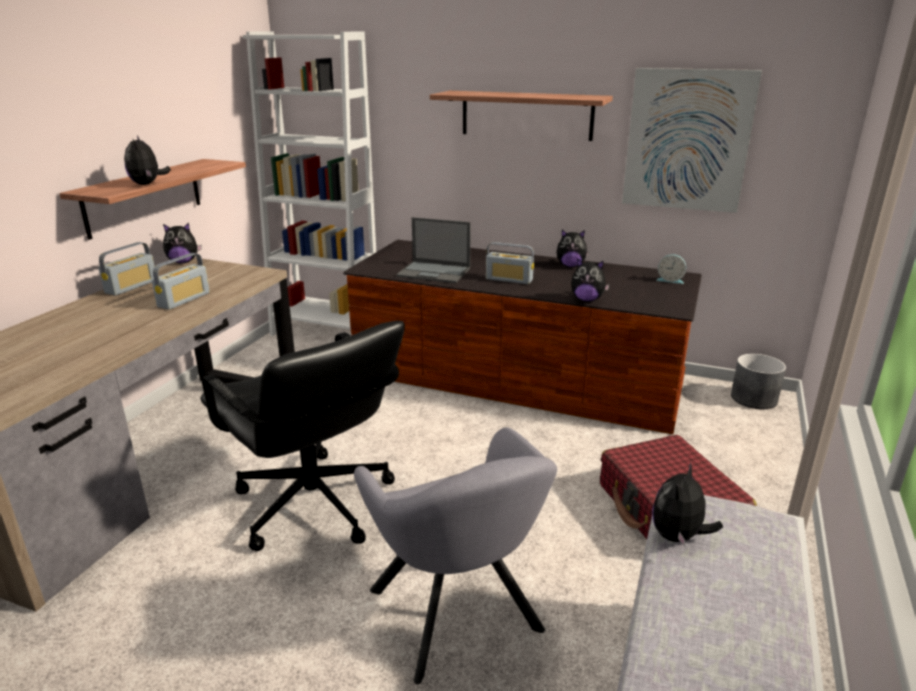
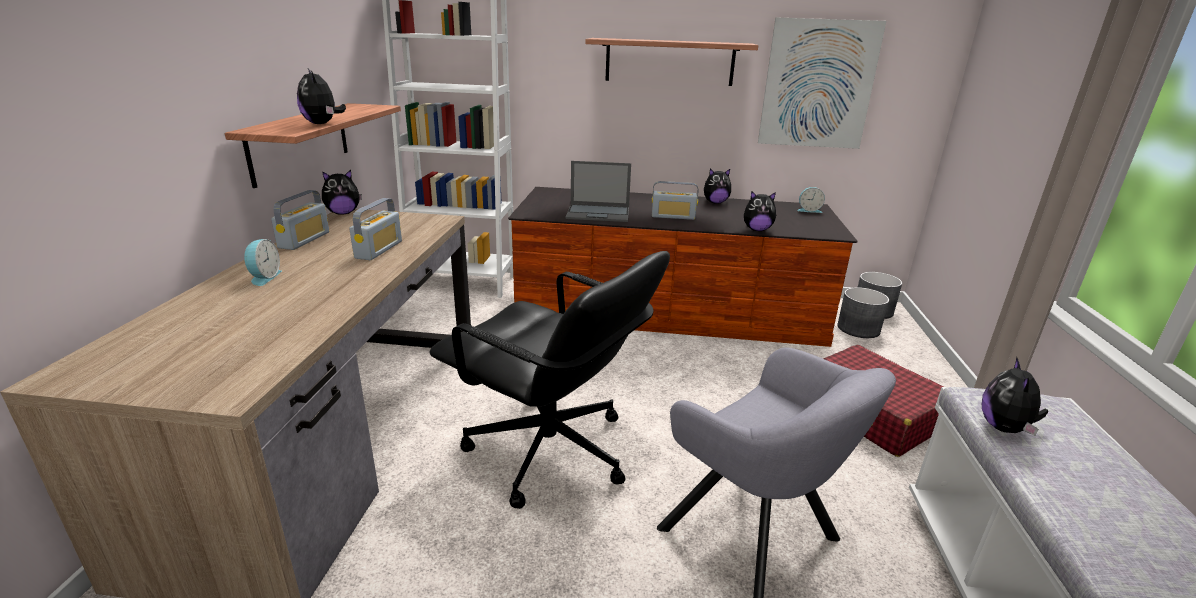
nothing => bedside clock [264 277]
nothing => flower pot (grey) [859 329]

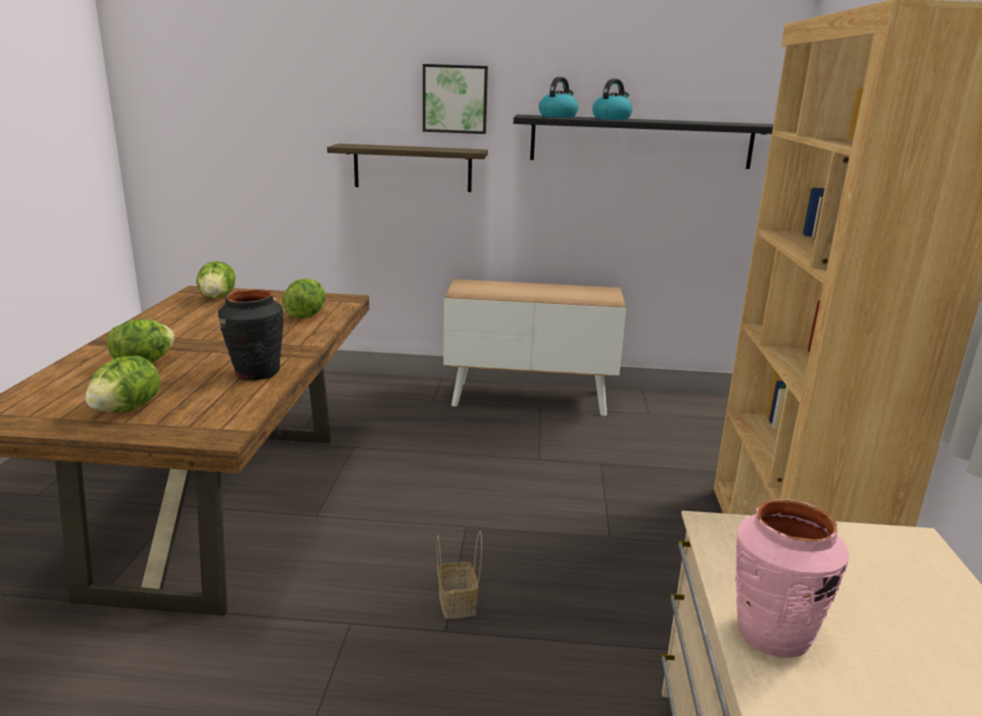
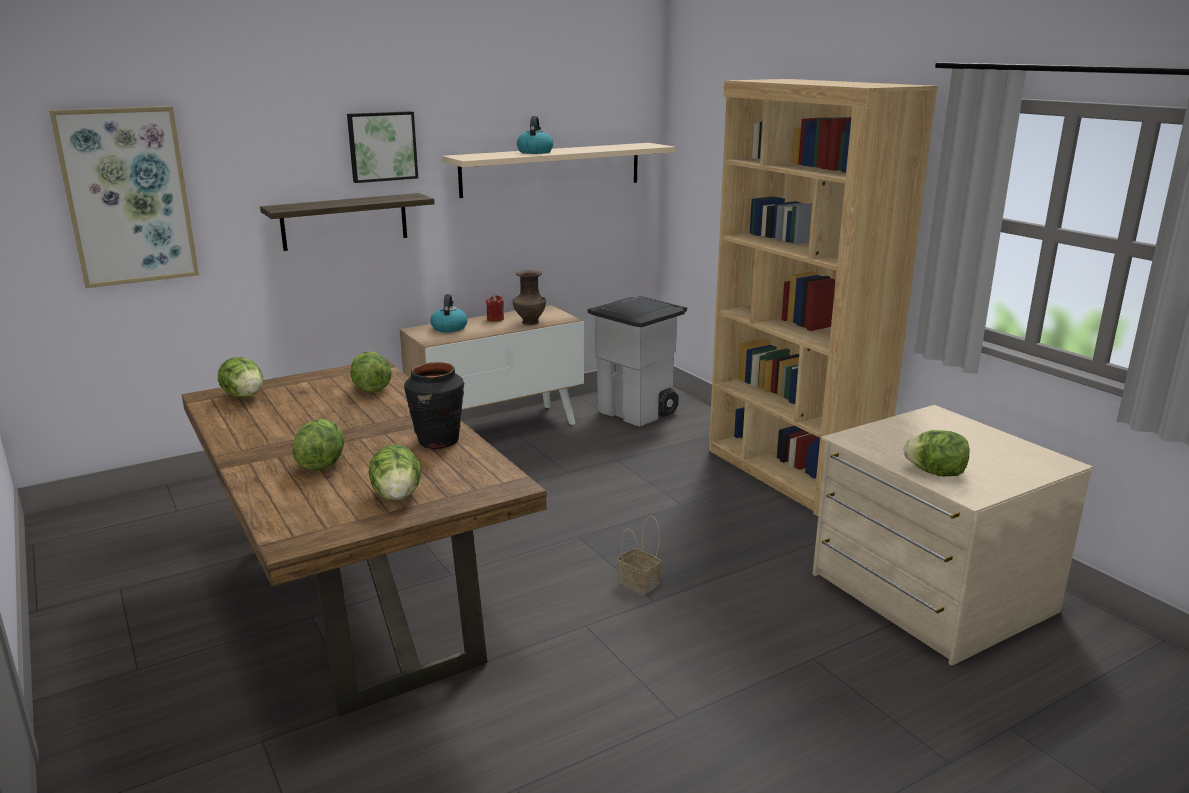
water kettle [558 116] => water kettle [449 328], move
bracket shelf (blackish) [641 142] => bracket shelf (beige-coloured) [552 169]
vase (pink-coloured) [772 633] => lettuce head [935 473]
nothing => picture [128 197]
nothing => vase (brownish) [529 322]
nothing => candle (red) [495 319]
nothing => trash can (grey) [637 412]

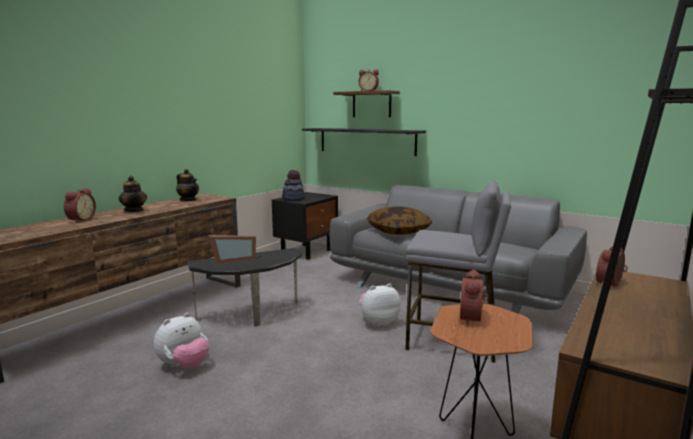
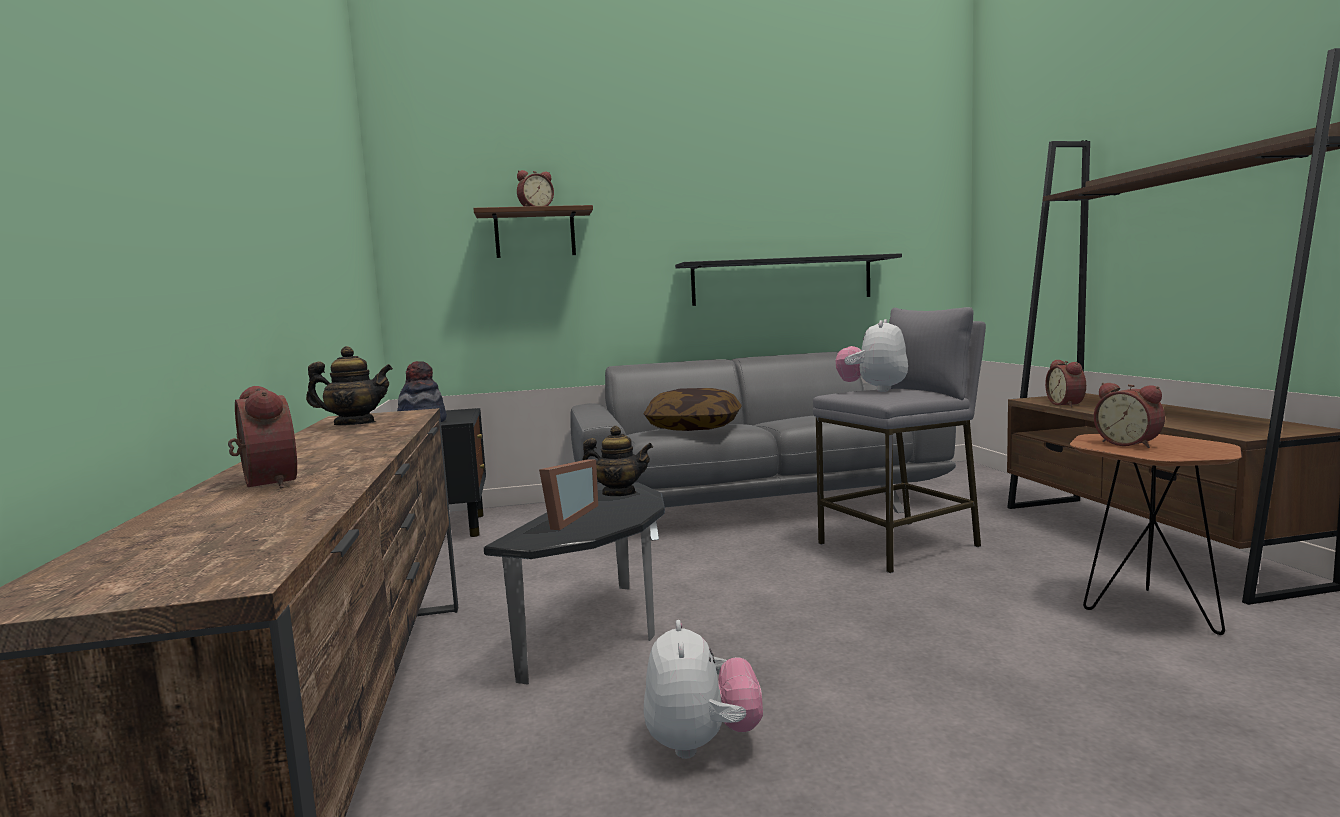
bracket shelf (blackish) [366 141] => bracket shelf (blackish) [782 280], move
tea pot [134 210] => tea pot [619 493], move
soft toy [378 322] => soft toy [873 390], move

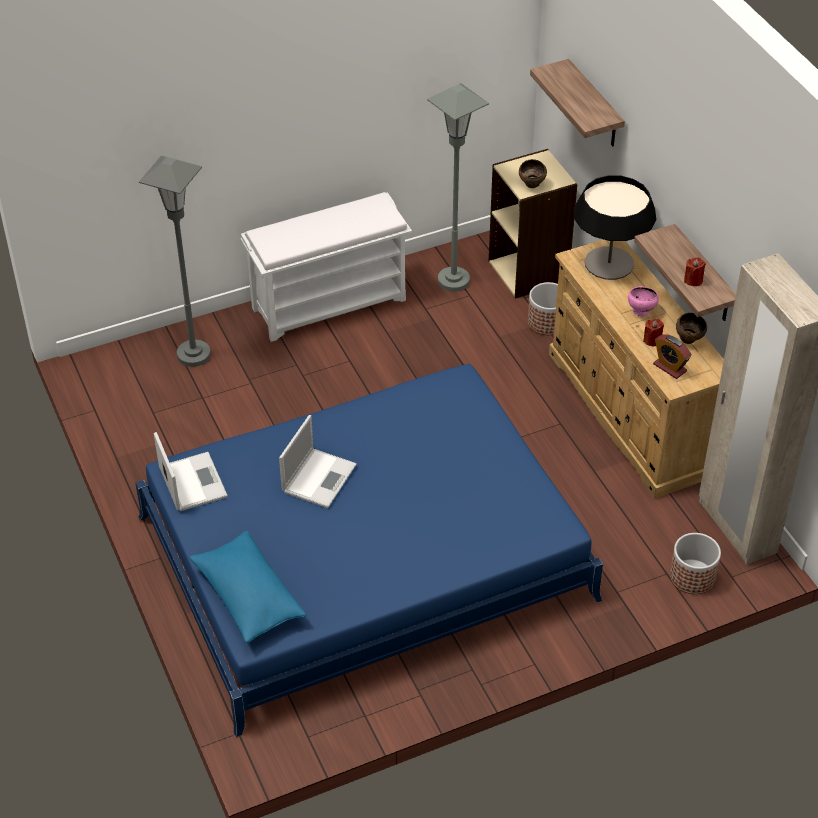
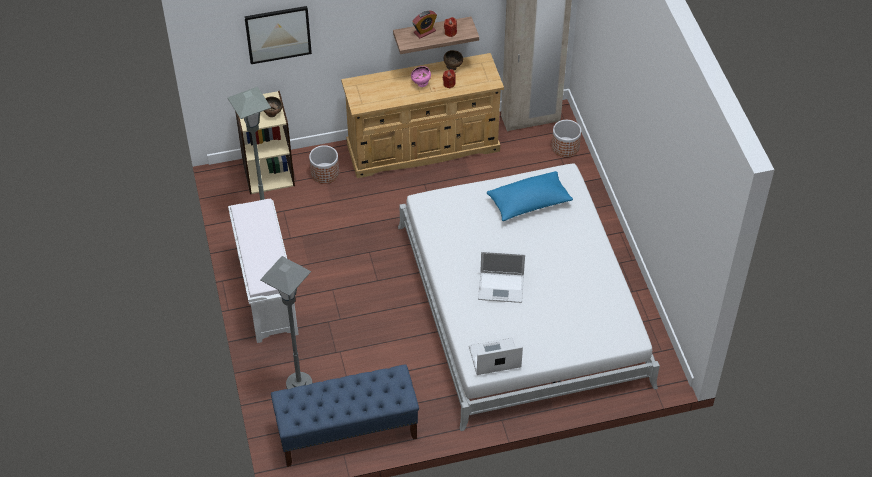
bracket shelf [594 105] => picture [278 34]
lamp for a table [609 263] => nothing
bedside clock [669 367] => bedside clock [424 32], move
sleeping bed (blue) [365 558] => sleeping bed (white) [522 304]
notebook computer [319 477] => notebook computer [502 287], 150 degrees clockwise
pillow (blue) [248 597] => pillow (blue) [529 203], move
nothing => indoor bench (blue) [346 432]

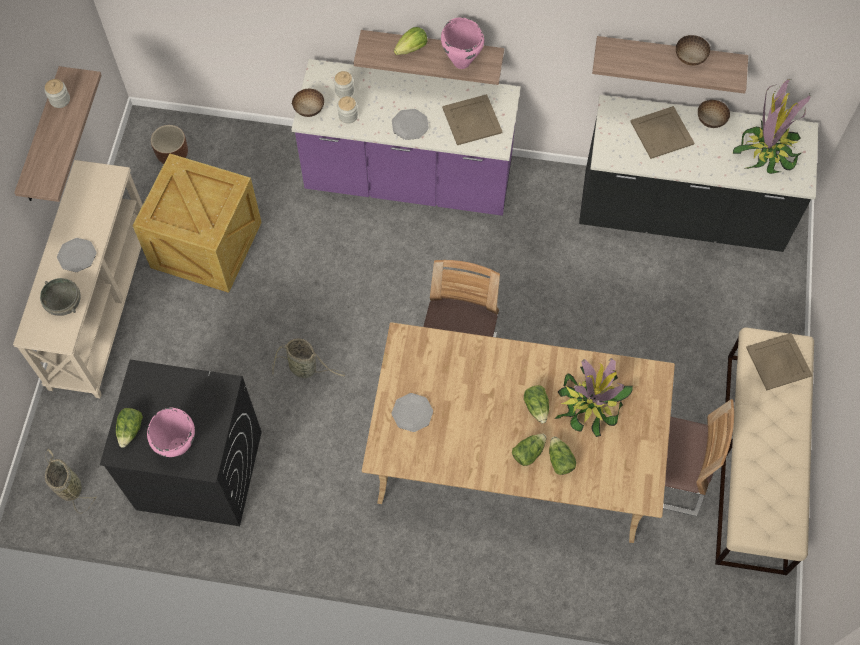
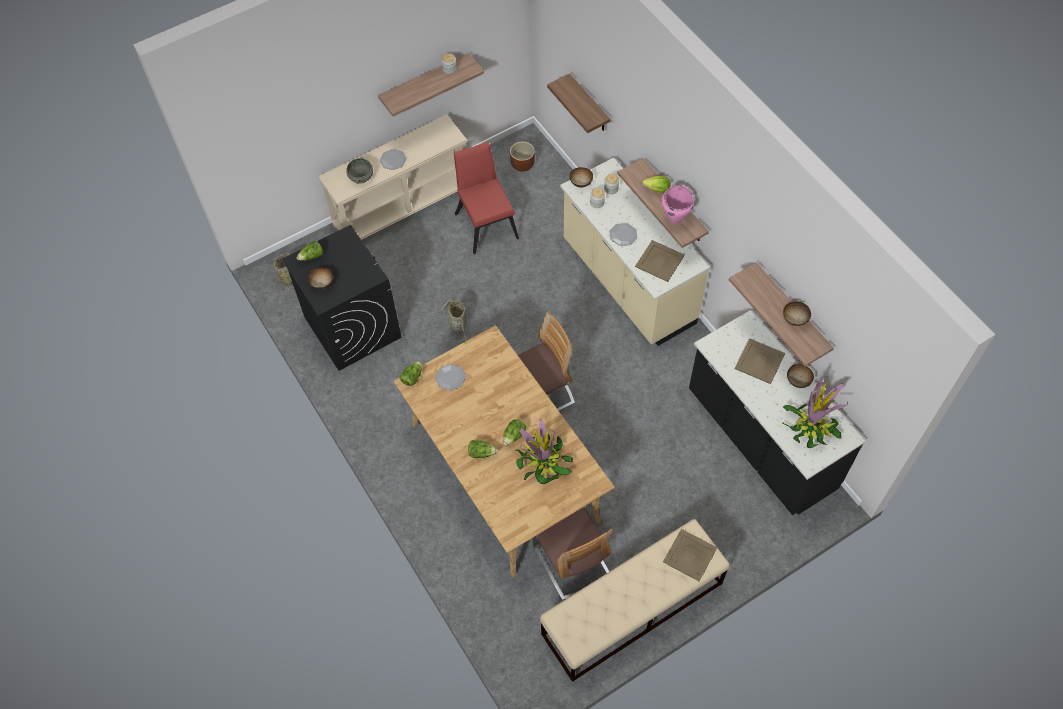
kitchen base unit (purplish) [409 180] => kitchen base unit (beige-coloured) [627 283]
crate [205 243] => upright chair (red) [486 222]
saucepot (pink-coloured) [179 446] => bowl [322 283]
lettuce head [559 460] => lettuce head [412 377], move
nothing => bracket shelf [589 104]

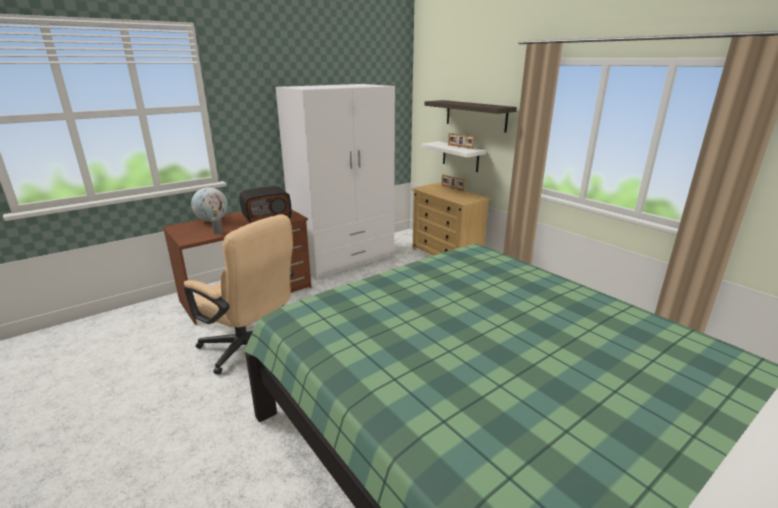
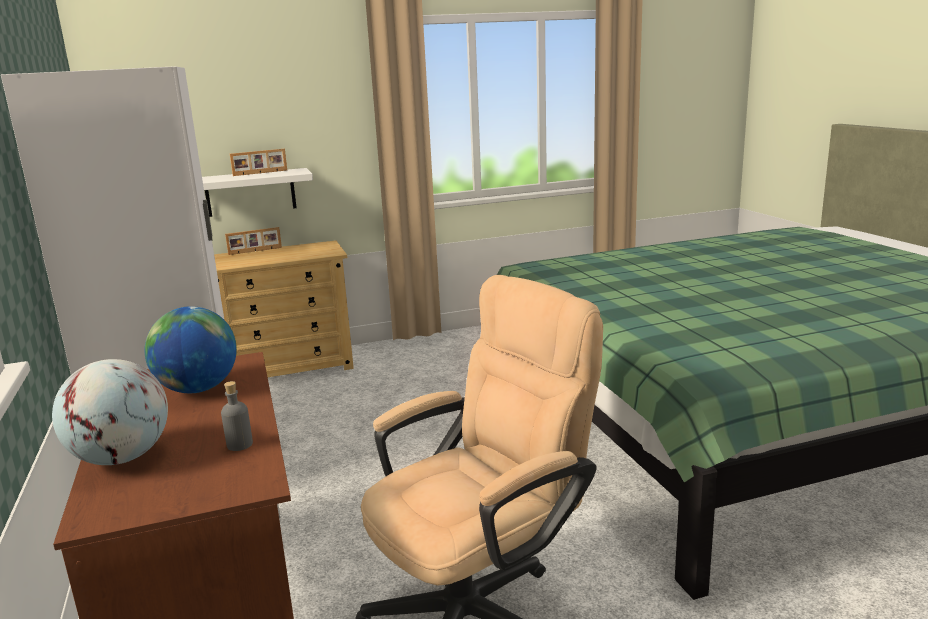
bracket shelf [475 115] => nothing
radio [267 217] => world globe [198 389]

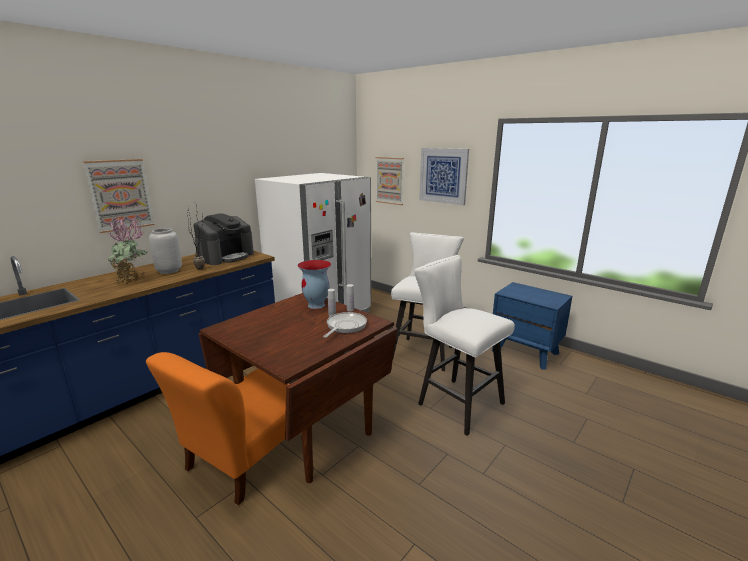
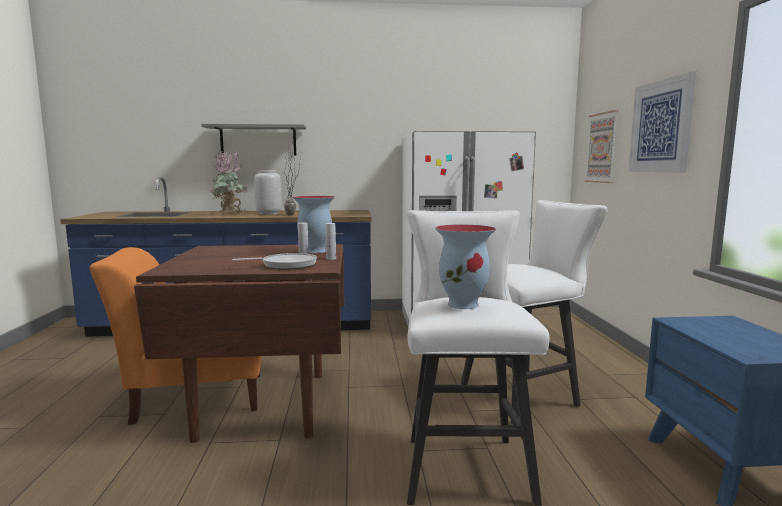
picture [120 195] => bracket shelf (grey) [258 140]
coffee brewer [226 256] => nothing
nothing => vase [464 304]

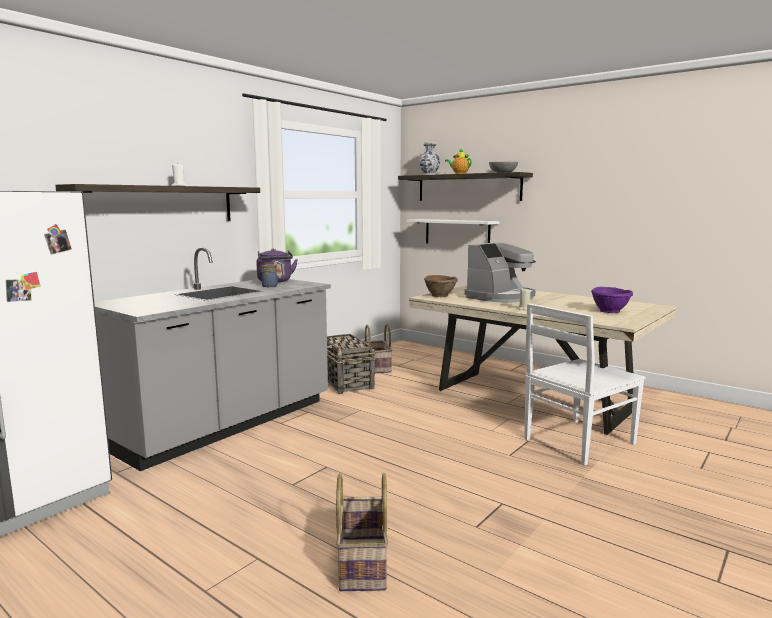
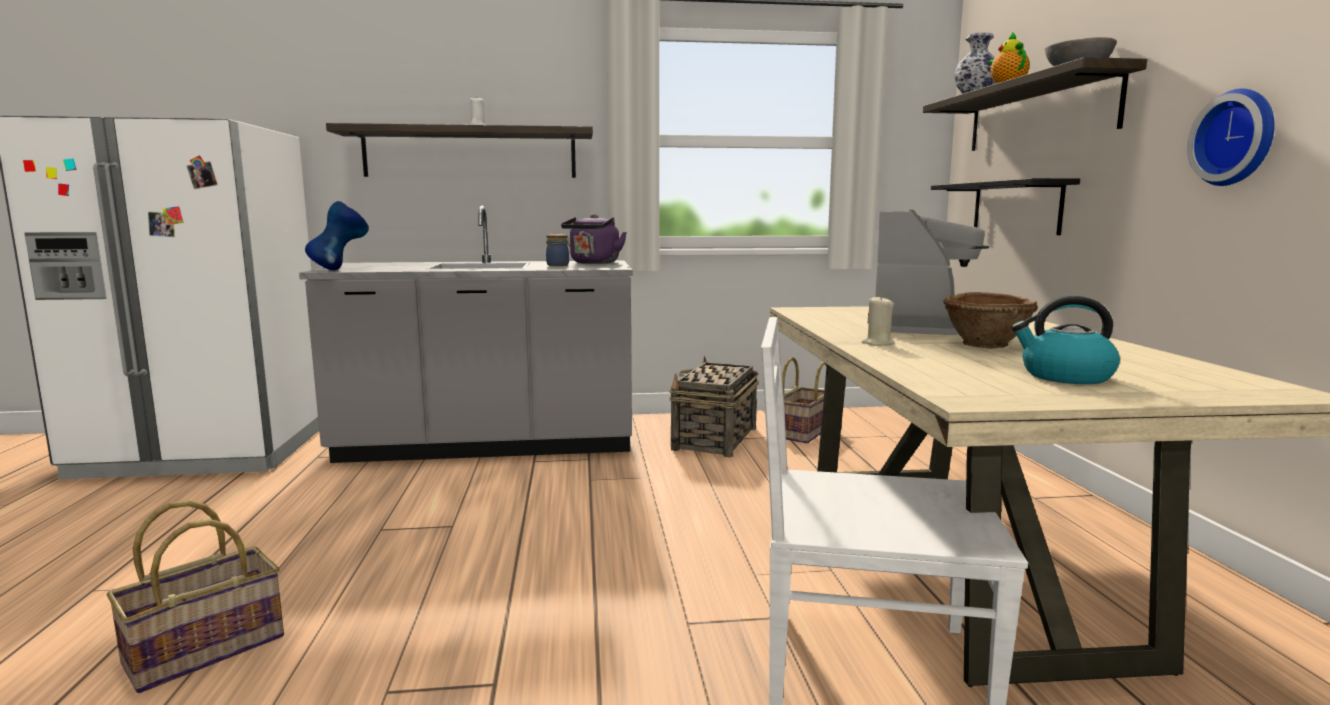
bracket shelf (white) [457 232] => bracket shelf (blackish) [1016 207]
coffee brewer [501 297] => coffee brewer [926 325], 75 degrees counterclockwise
bowl (brownish) [440 296] => bowl (brownish) [986 345], move
bowl (purplish) [610 311] => water kettle [1065 376]
nothing => wall clock [1237 138]
nothing => vase (blue) [340 269]

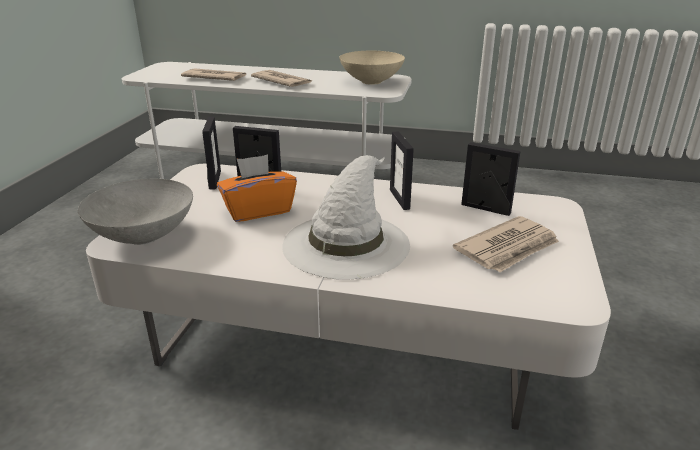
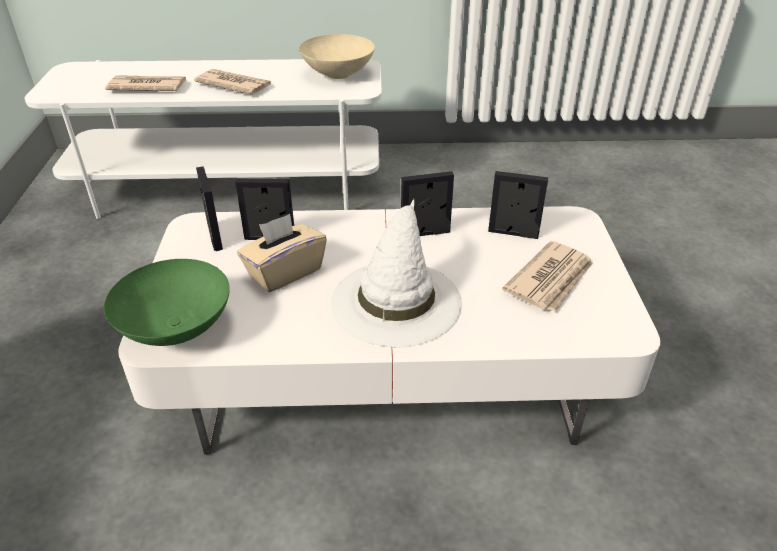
standing frame [400 199] => standing frame [425 233], 105 degrees clockwise
box of tissues (orange) [258 210] => box of tissues (beige-coloured) [284 272]
bowl (grey) [142 236] => bowl (green-coloured) [174 328]

